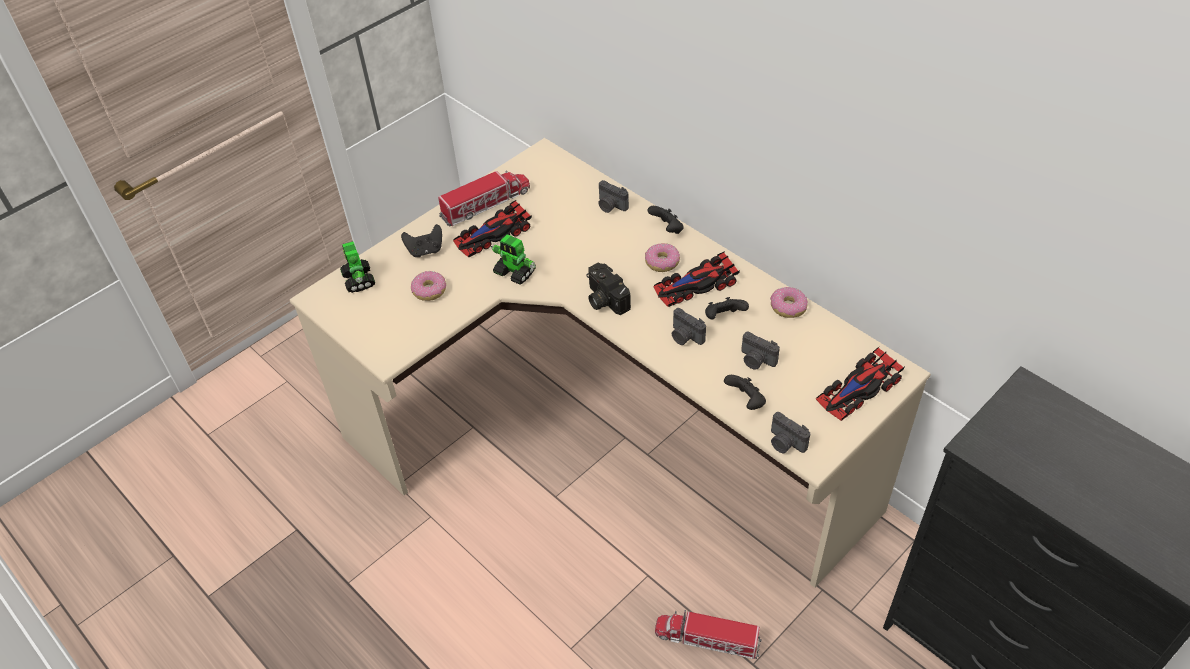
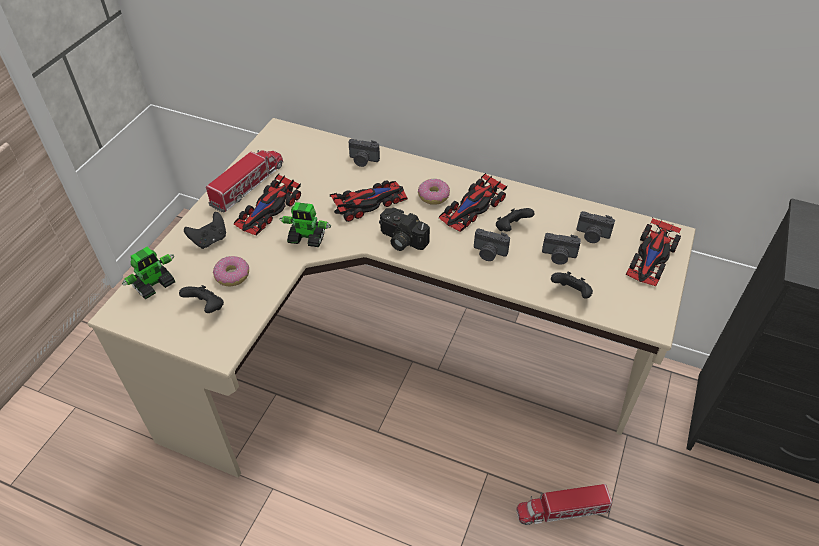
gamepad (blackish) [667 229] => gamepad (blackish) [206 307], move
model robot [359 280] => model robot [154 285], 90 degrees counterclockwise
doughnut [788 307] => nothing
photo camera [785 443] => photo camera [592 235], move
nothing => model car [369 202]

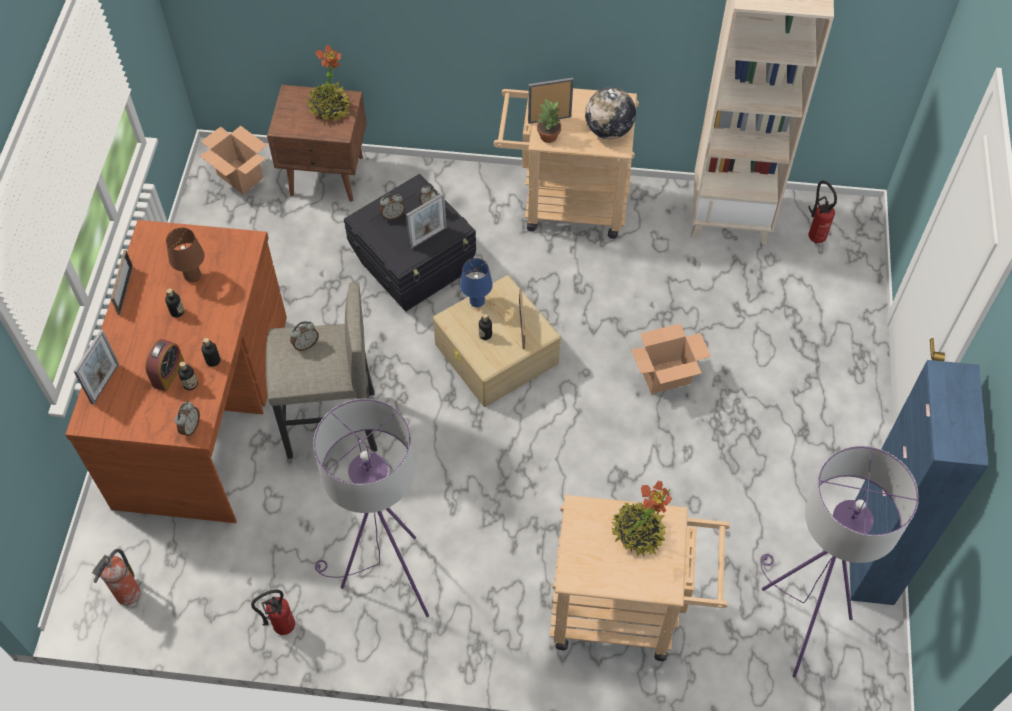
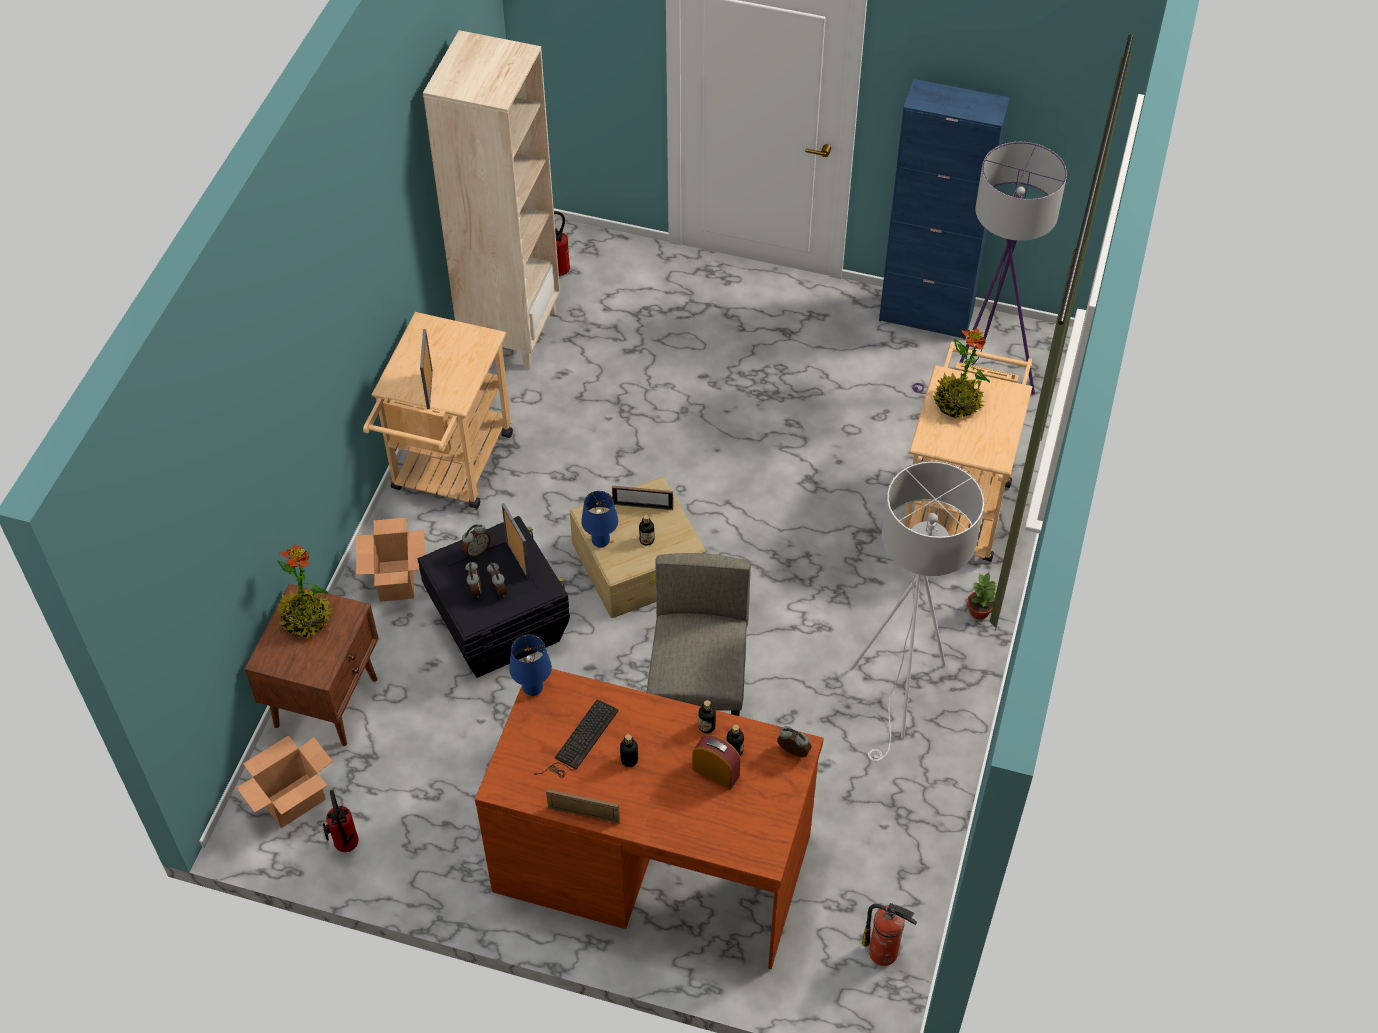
world globe [608 130] => nothing
potted plant [548 136] => potted plant [979 611], move
lamp for a table (brownish) [193 276] => keyboard [579 741]
bedside clock [305 344] => bedside clock [498 590], move
packing box [666 376] => packing box [396 580], move
standing frame [105 383] => nothing
standing lamp (purplish) [387 582] => standing lamp (white) [901 696]
fire extinguisher [280 626] => fire extinguisher [346 848], move
nothing => lamp for a table (blue) [533 688]

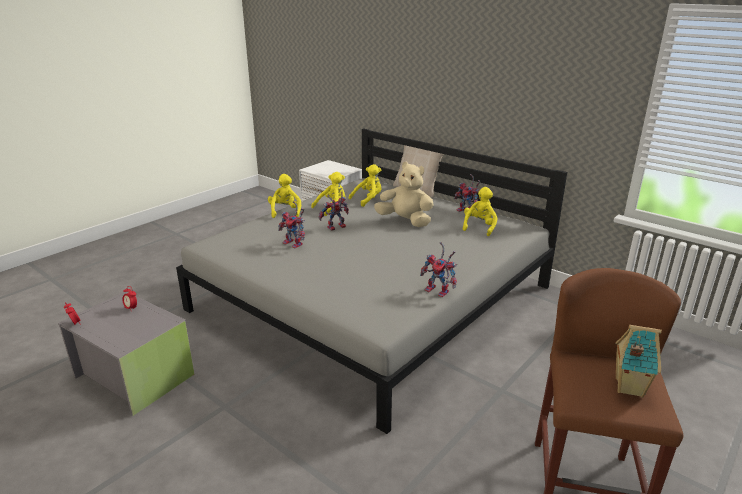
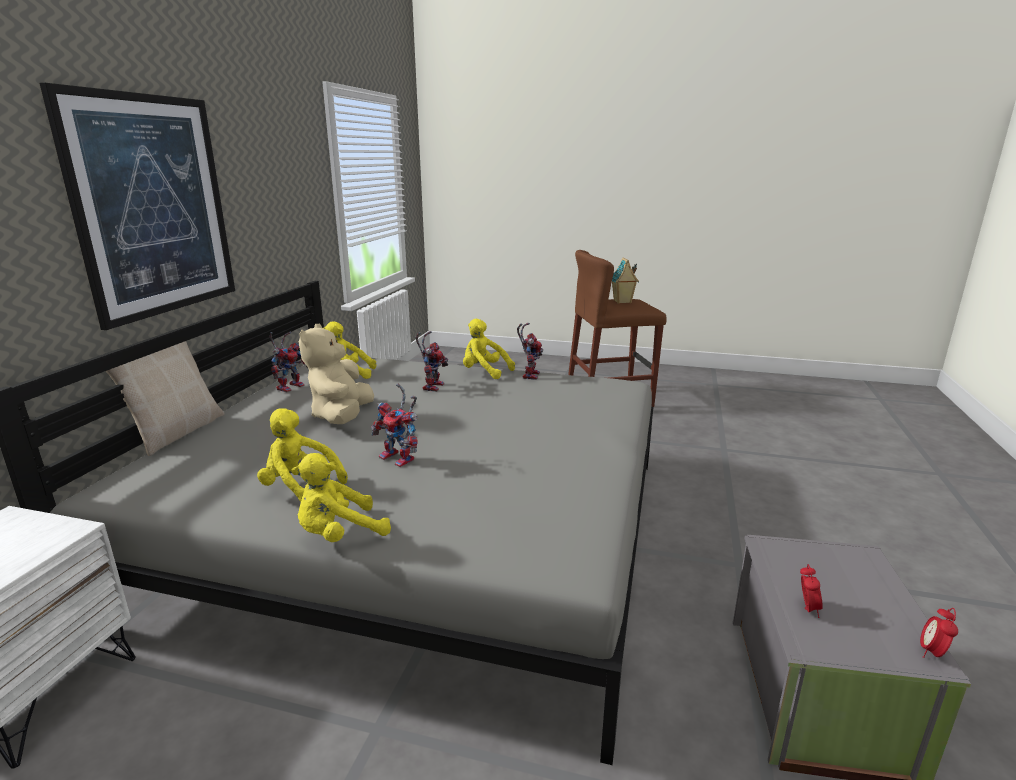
soft toy (yellow-coloured) [368 199] => soft toy (yellow-coloured) [484 372], move
model robot [295 244] => model robot [432 386], move
nothing => picture [153 206]

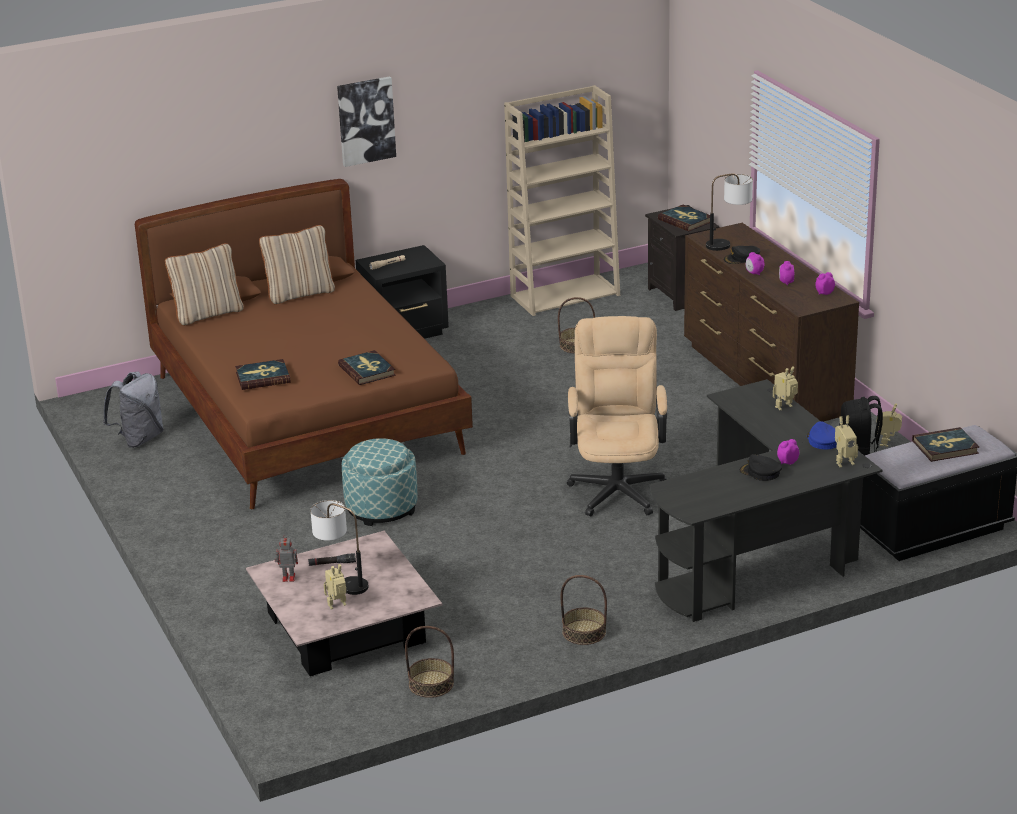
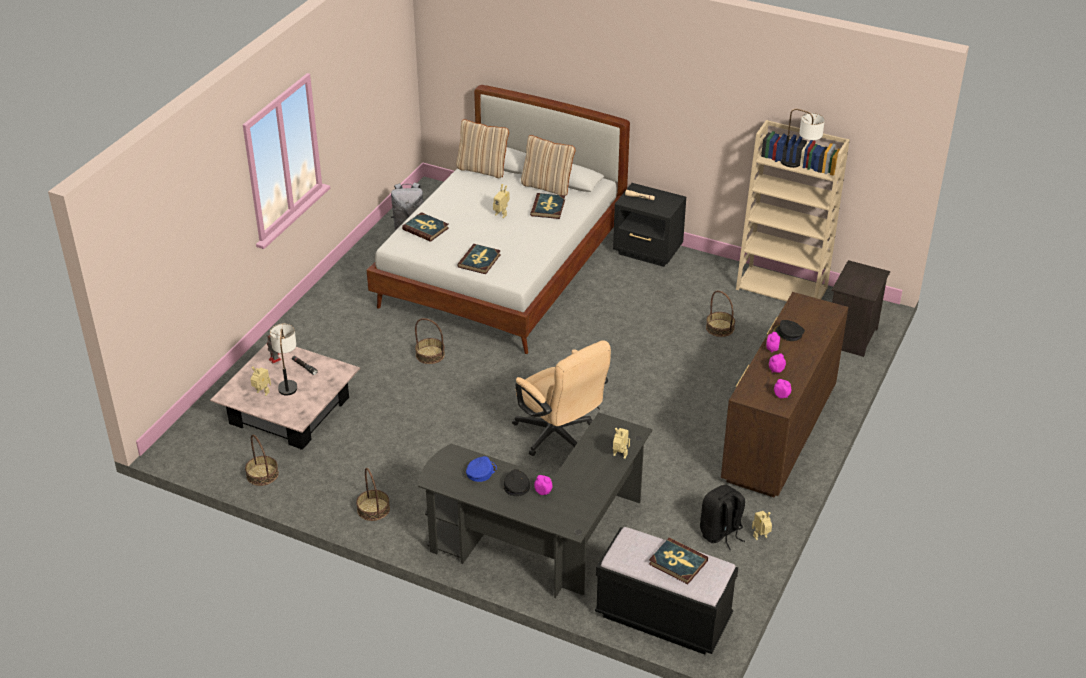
picture [366 121] => nothing
lamp for a table [729 244] => lamp for a table [800 165], move
sleeping bed (brownish) [308 416] => sleeping bed (white) [503 270]
bound book [685 220] => bound book [548 208], move
computer chair (beige-coloured) [617 486] => computer chair (beige-coloured) [559 437], 90 degrees clockwise
model robot [843 462] => model robot [502 214], move
baseball cap (blue) [822 440] => baseball cap (blue) [480 471], move
footrest [381 508] => basket [430 354]

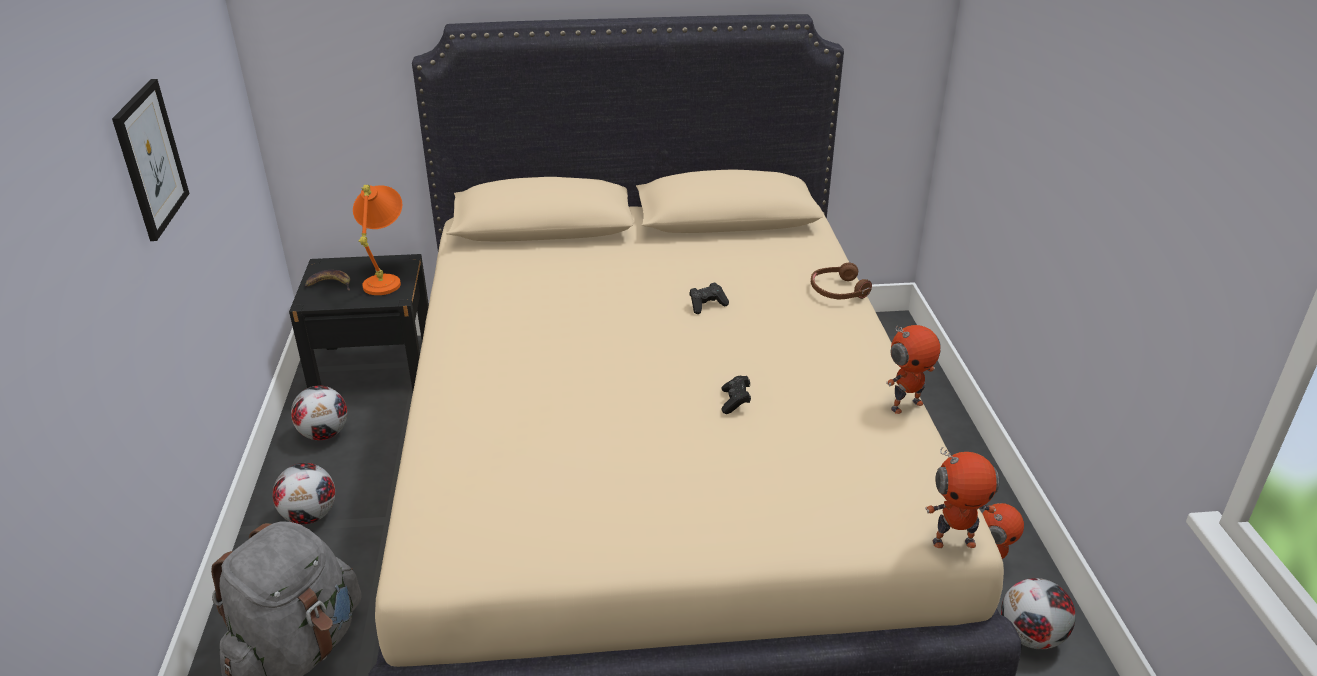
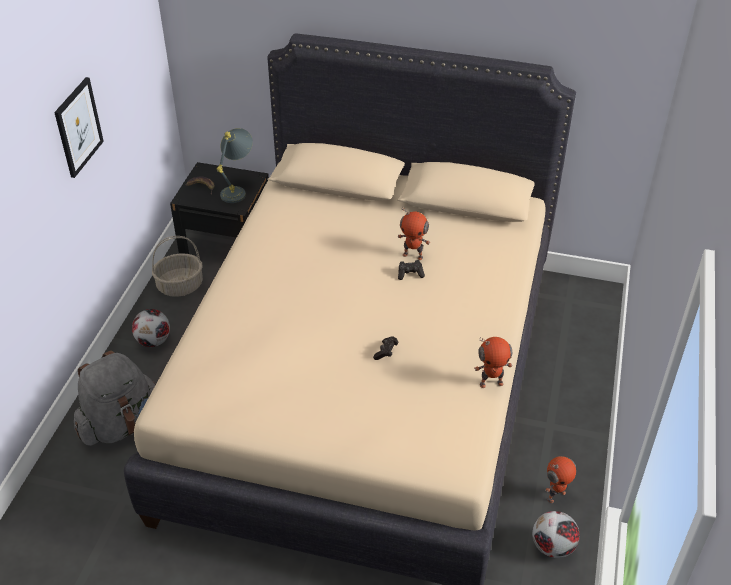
lamp for a table (orange) [386 279] => lamp for a table (grey) [238 190]
pair of headphones (brownish) [838 291] => nothing
football ball [325 434] => basket [180 285]
model robot [953 541] => model robot [413 255], move

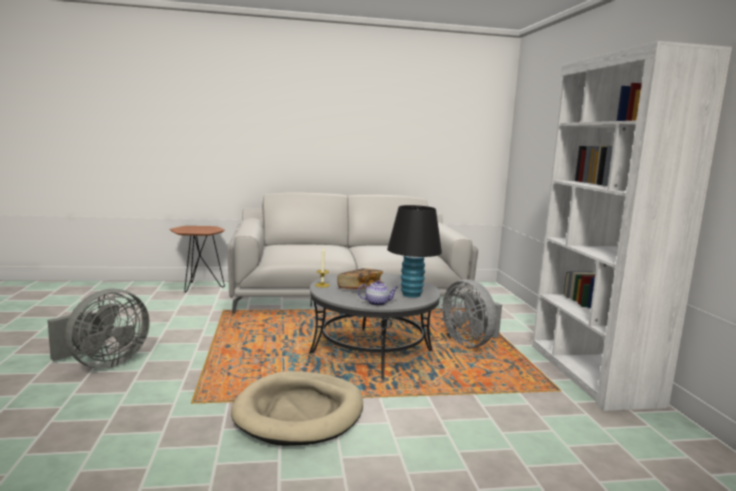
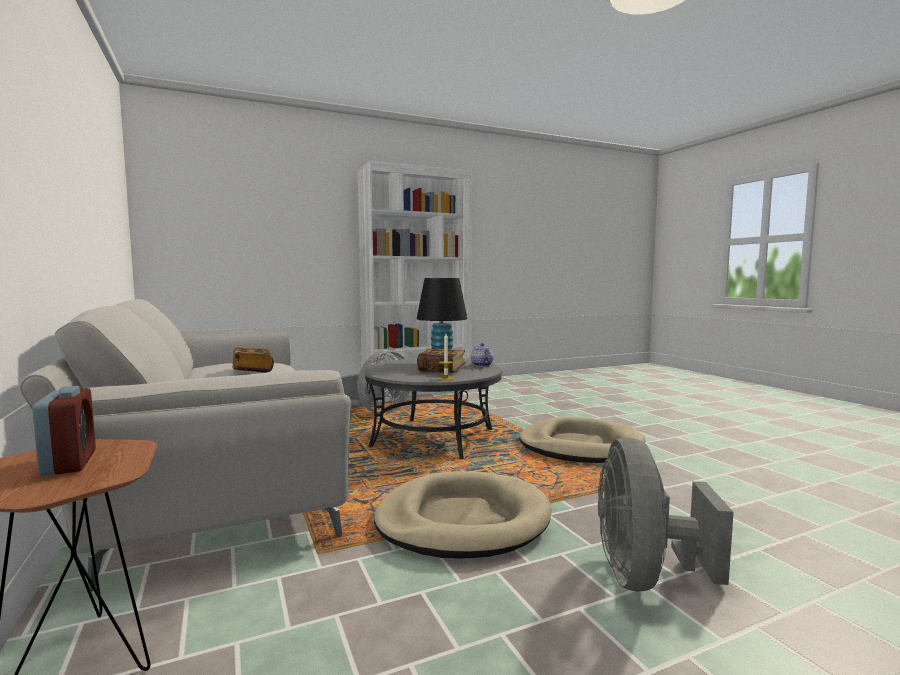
fan (grey) [103 363] => fan (grey) [645 576], 105 degrees counterclockwise
nothing => bound book [253 370]
nothing => bedside clock [69 463]
nothing => dog bed (beige-coloured) [462 520]

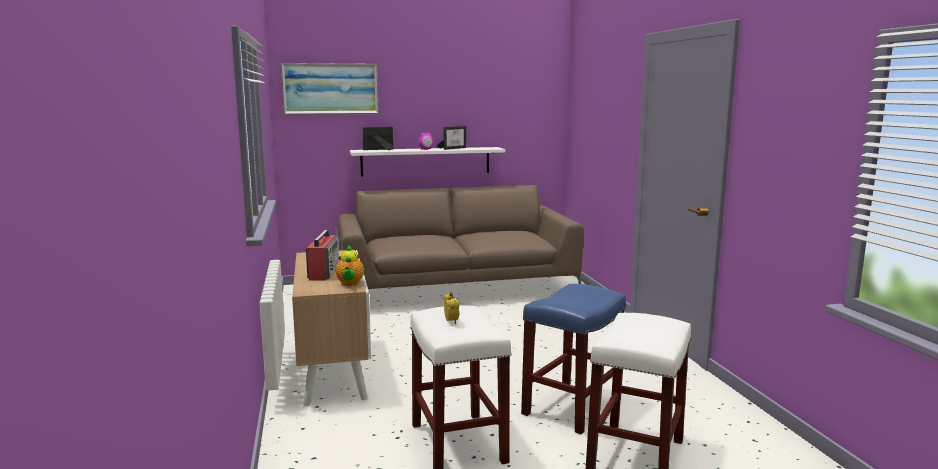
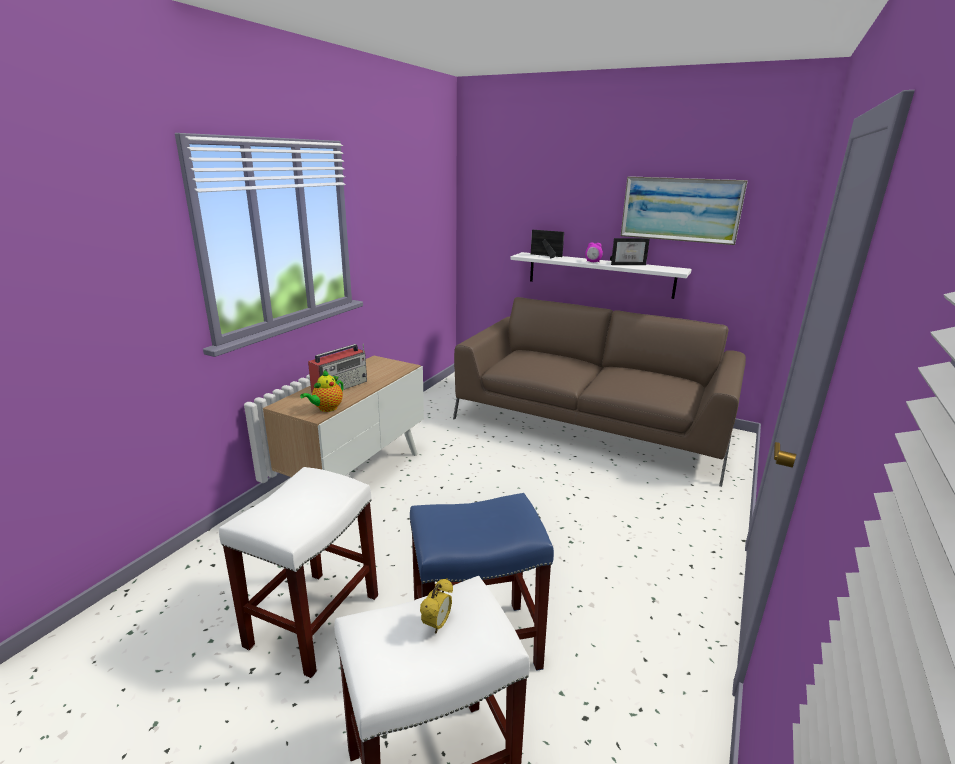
picture [330 89] => picture [680 209], move
bedside clock [451 322] => bedside clock [437 624], move

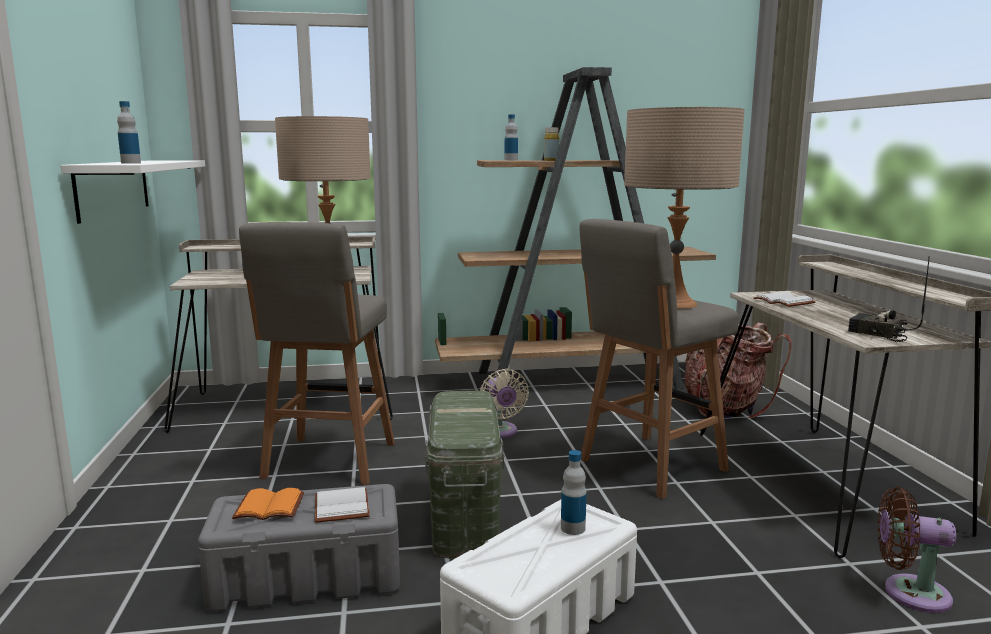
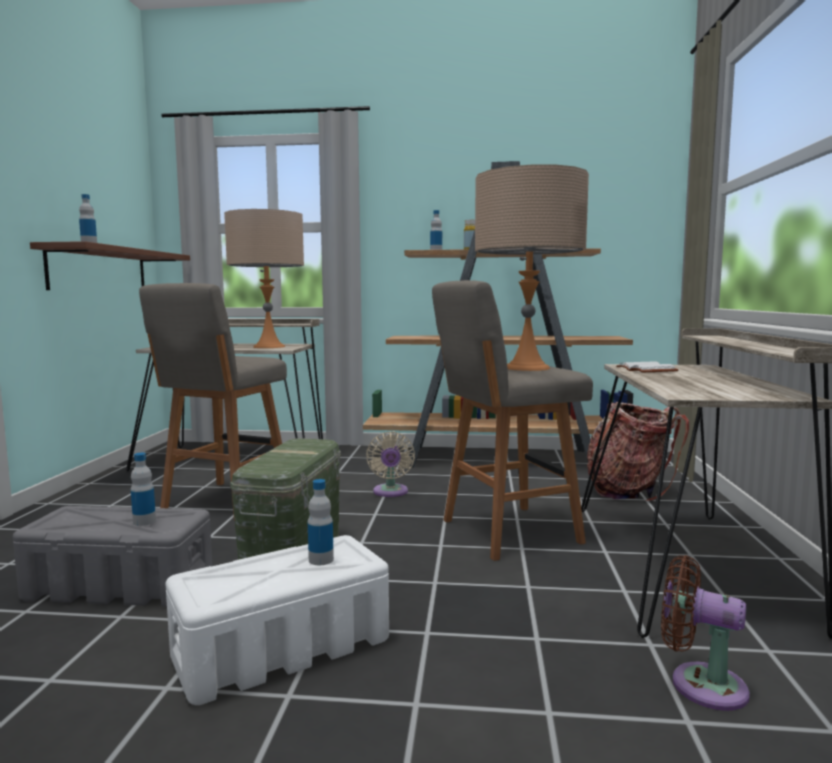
bracket shelf (white) [113 188] => bracket shelf (brownish) [99 270]
radio [877 334] => nothing
bound book (white) [339 507] => beverage bottle [144 521]
bound book (orange) [268 508] => nothing

